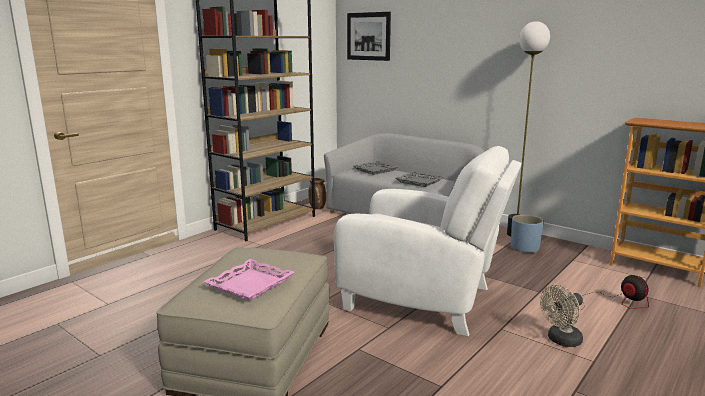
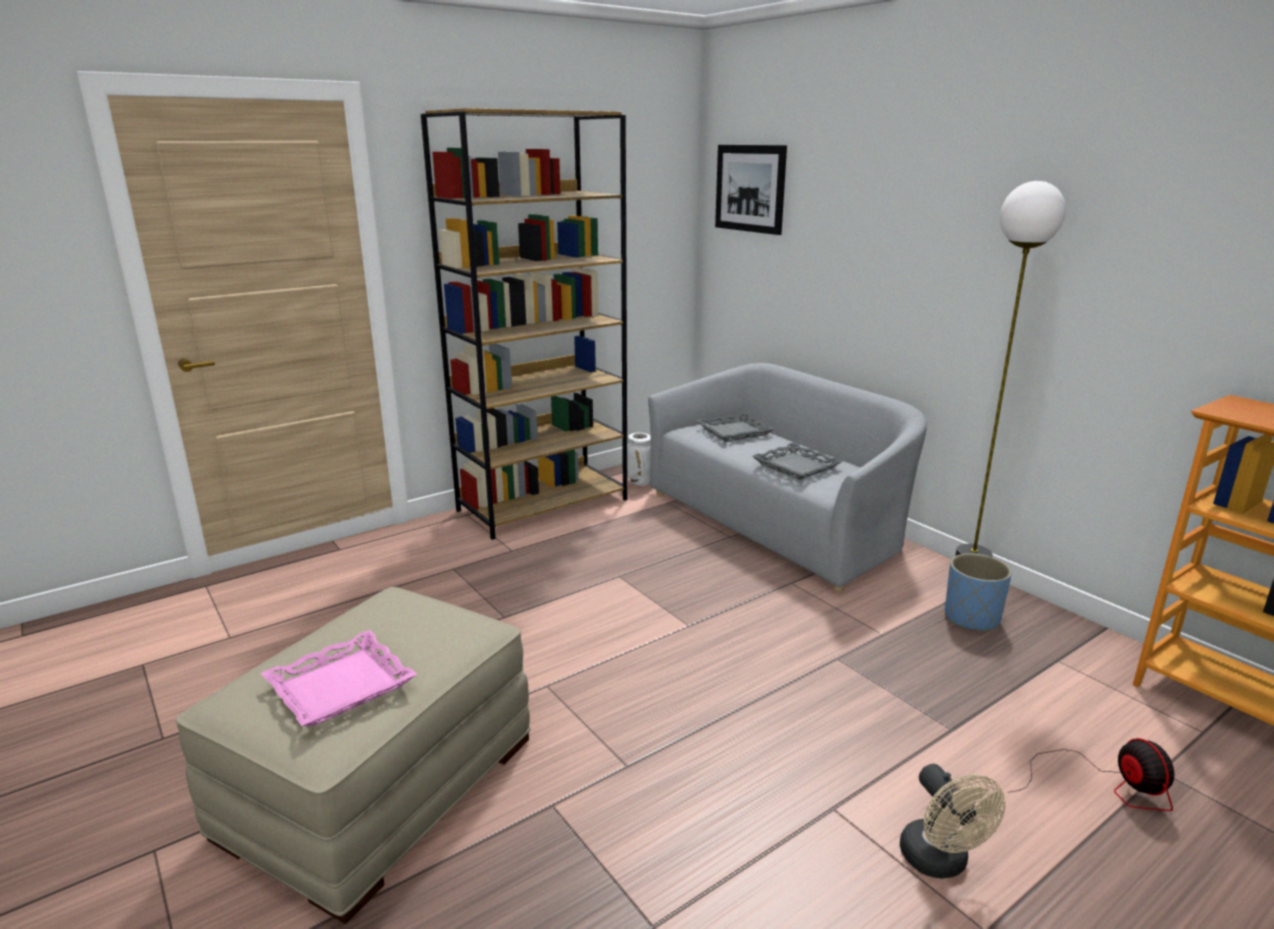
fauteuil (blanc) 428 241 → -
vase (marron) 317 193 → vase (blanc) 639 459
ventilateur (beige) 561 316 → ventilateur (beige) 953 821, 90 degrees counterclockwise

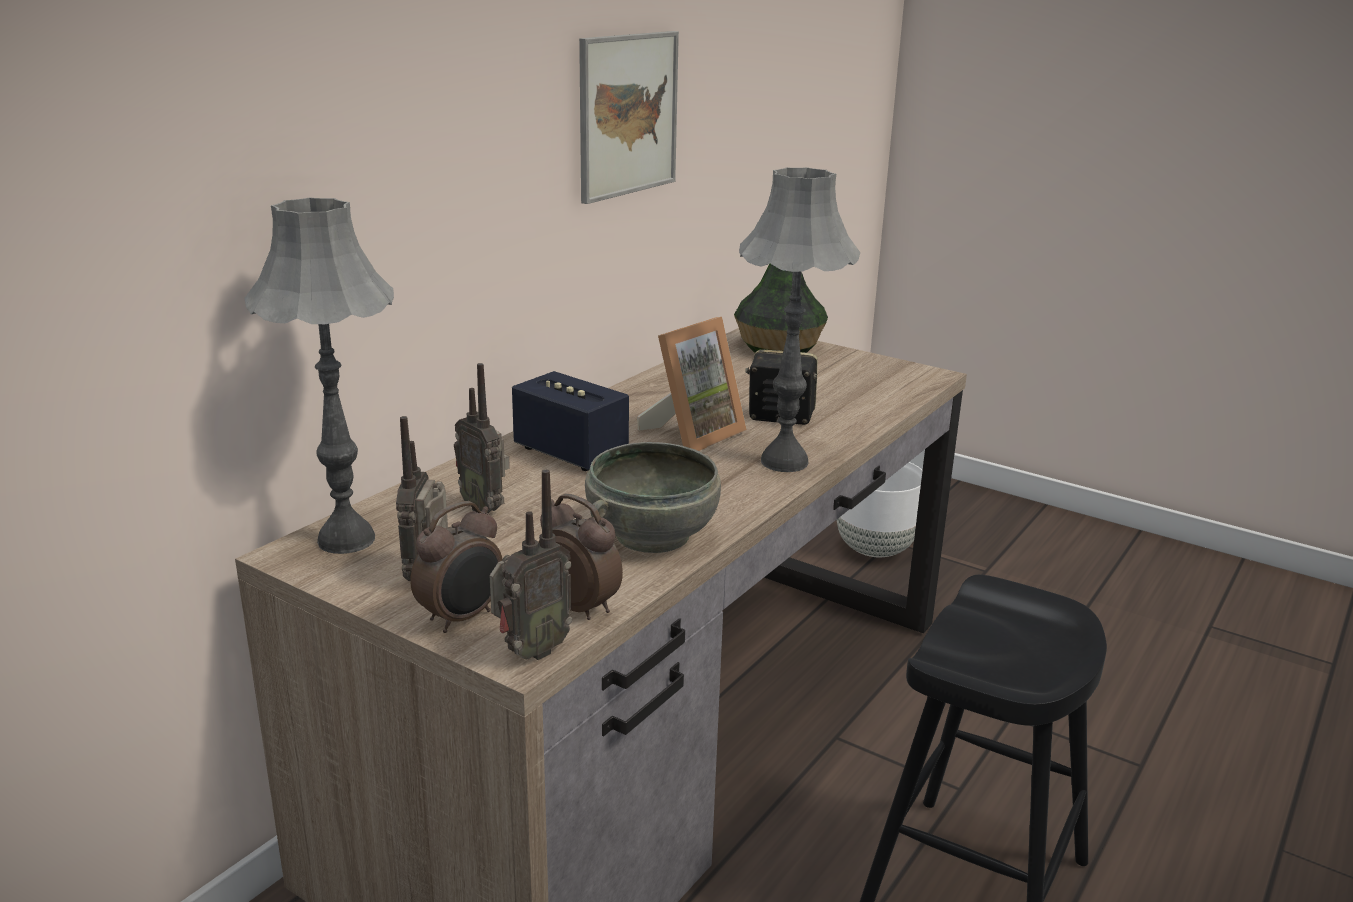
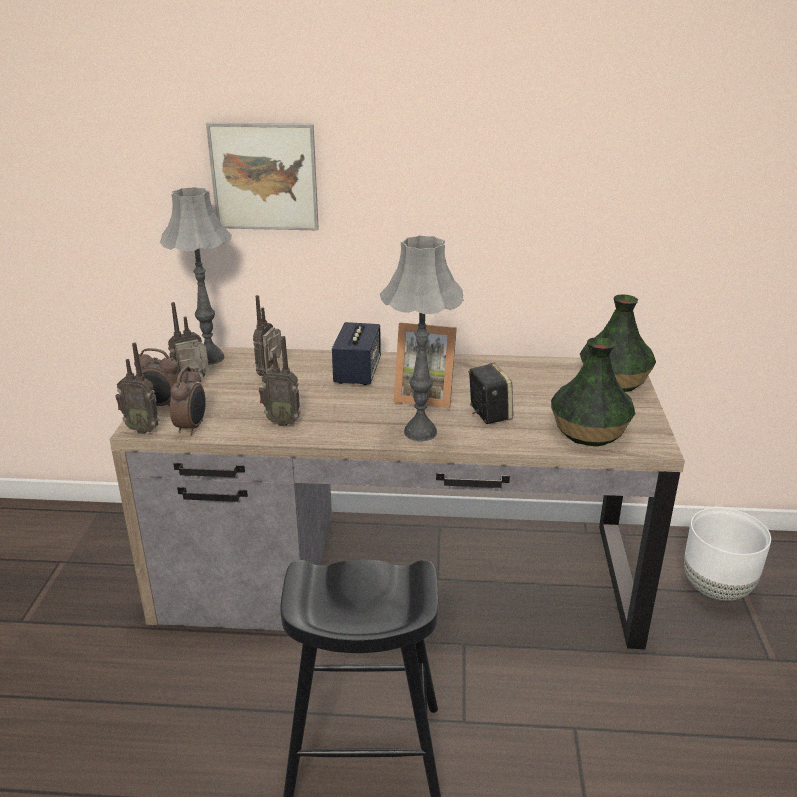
- → vase 593 392
tableau 629 117 → tableau 262 176, relocated
bol (gris) 653 497 → radio 280 381

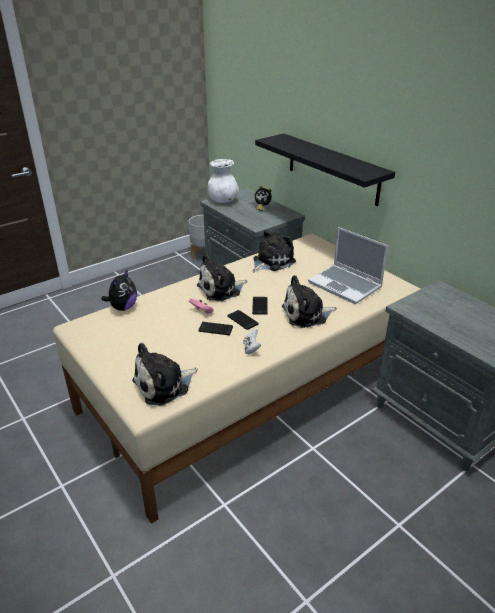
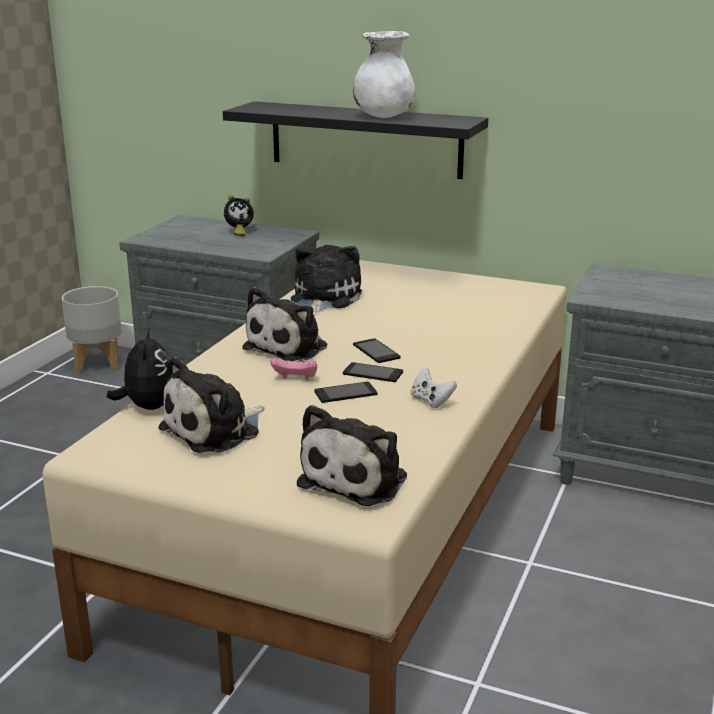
ordinateur portable 348 265 → -
vase (blanc) 223 181 → vase (blanc) 384 74, relocated
peluche 309 301 → peluche 211 405, relocated

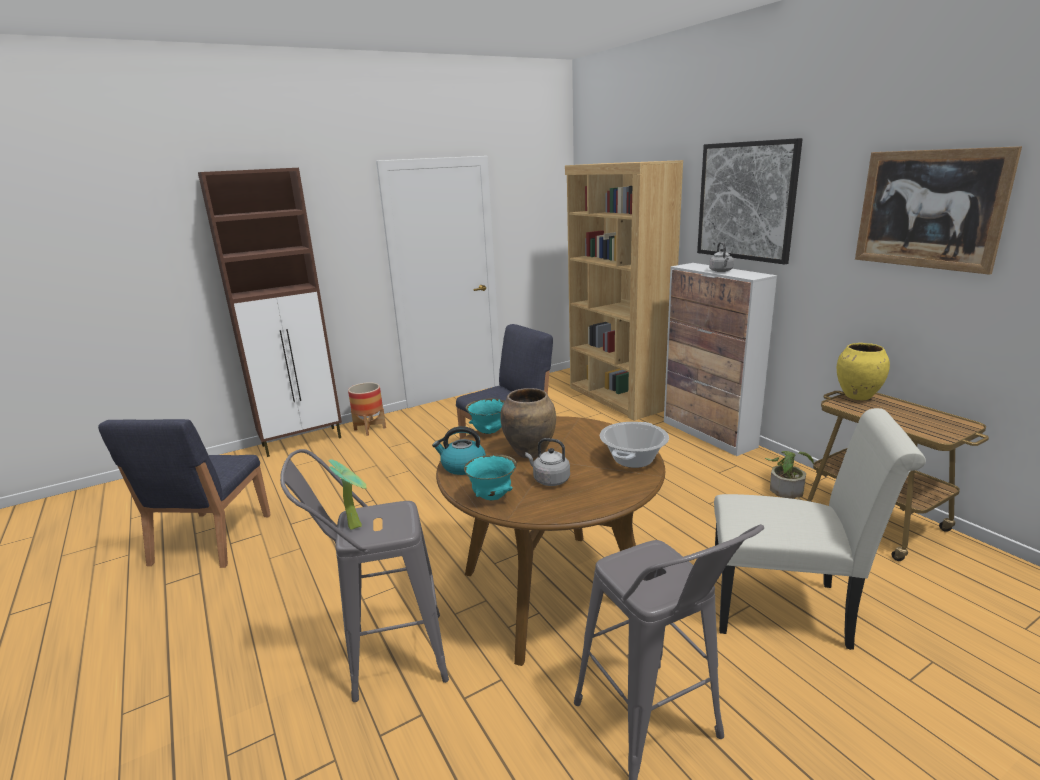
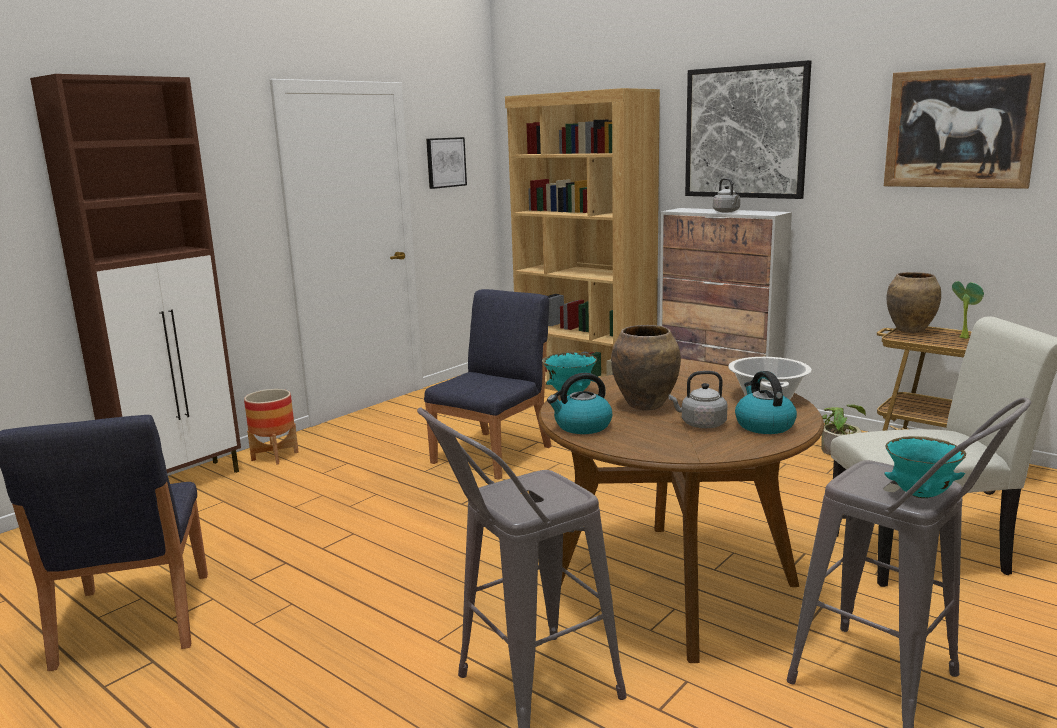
- → tableau 446 163
- → bouilloire 766 402
plante en pot 347 494 → plante en pot 968 310, relocated
bol (turquoise) 490 477 → bol (turquoise) 925 467, relocated
vase (jaune) 863 371 → vase (marron) 913 302

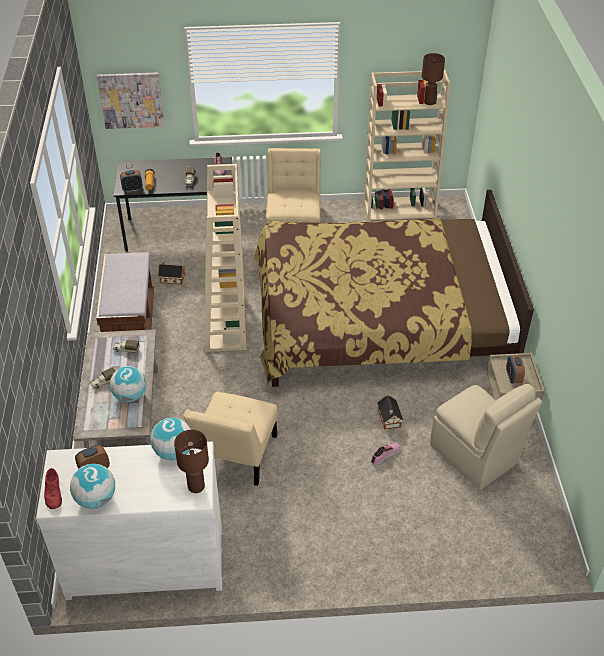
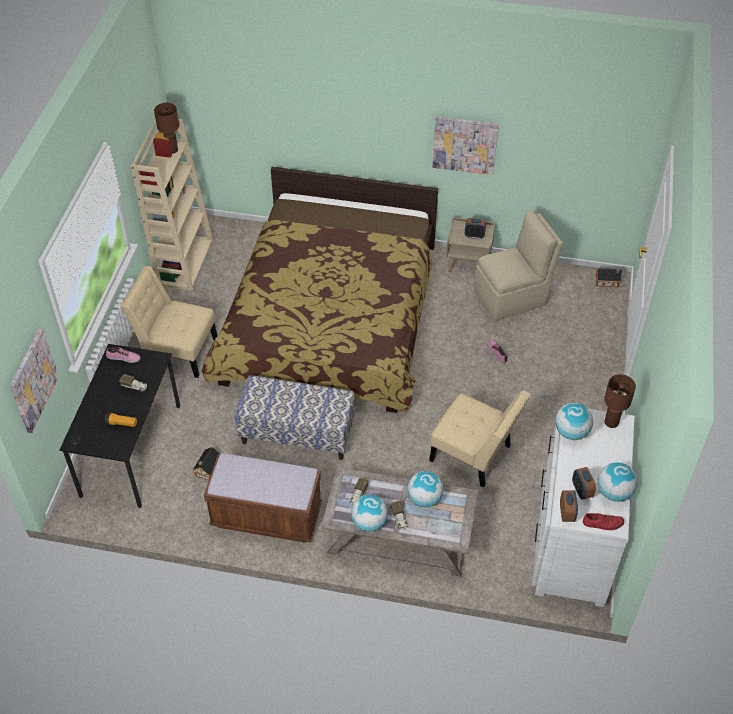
- → globe 369 513
- → tableau 466 145
réveil 131 181 → réveil 569 506, relocated
maison miniature 390 412 → maison miniature 608 277, relocated
bibliothèque (beige) 225 258 → banc 295 417

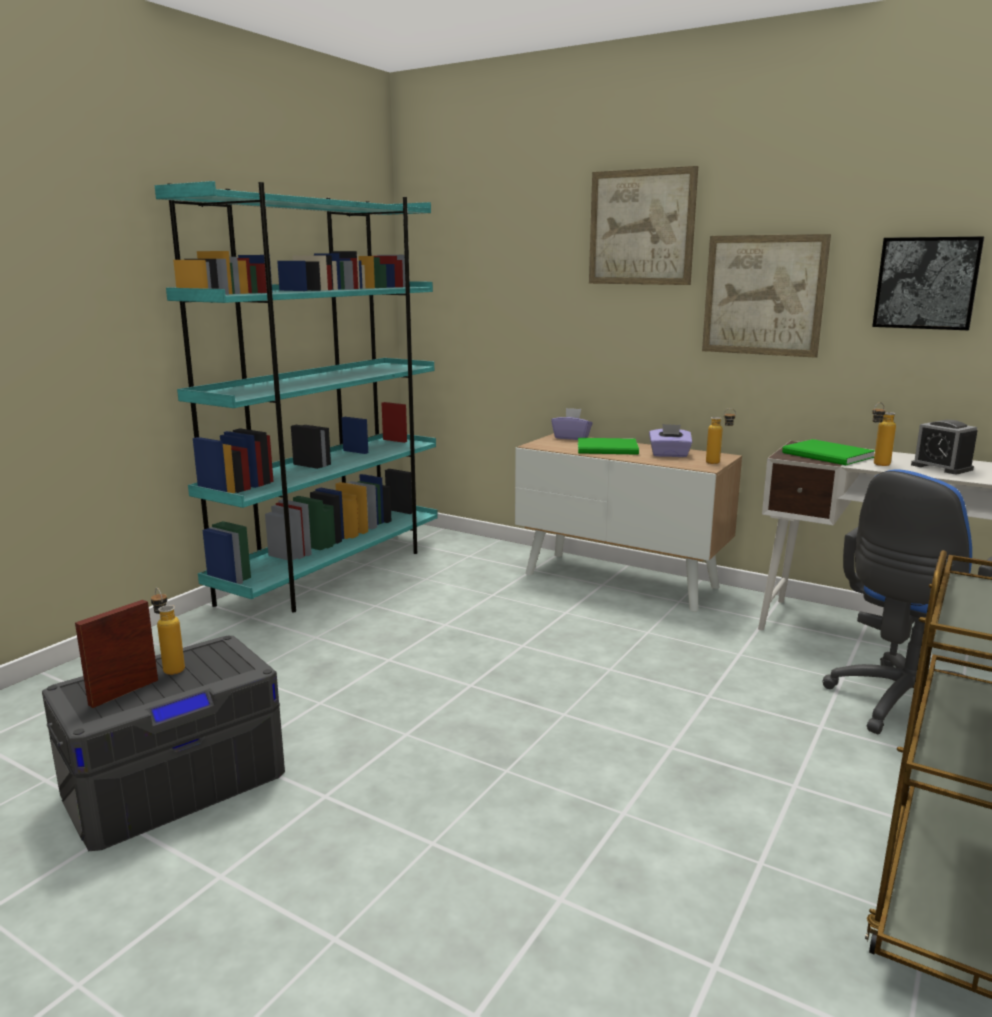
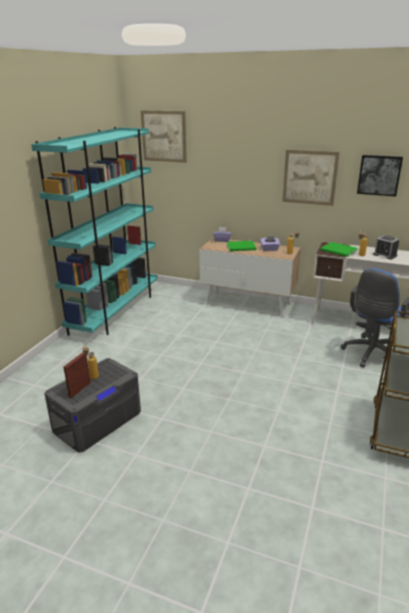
tableau 643 225 → tableau 164 136, relocated

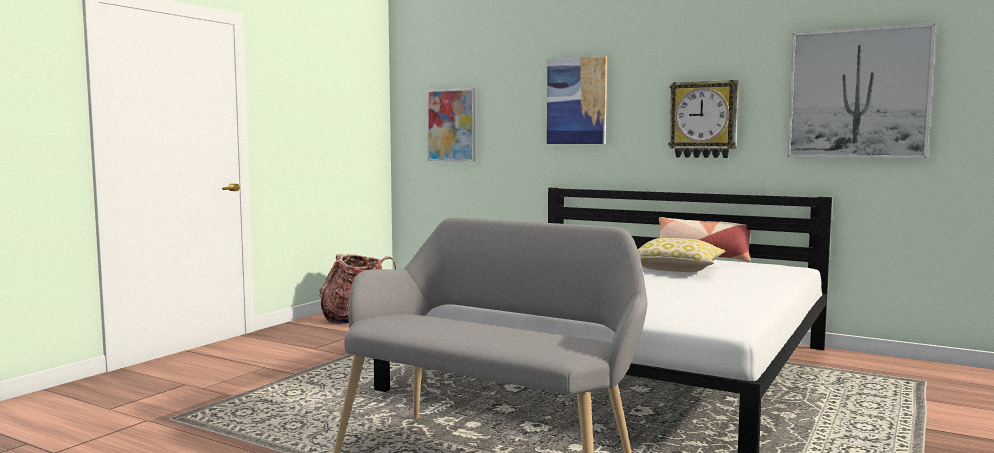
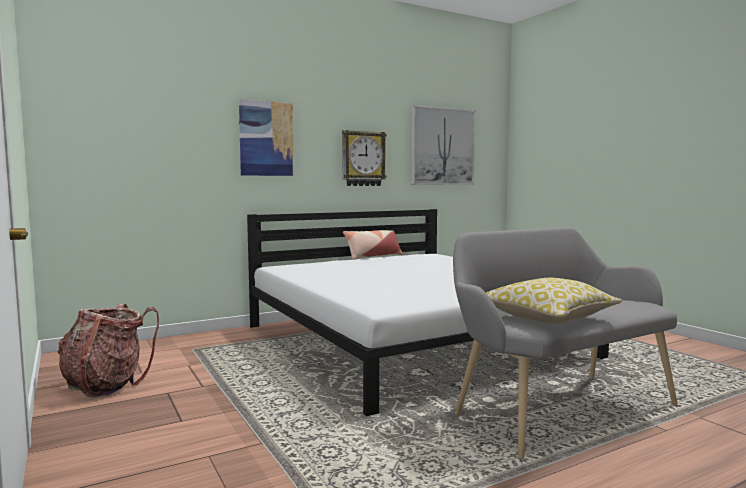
tableau 451 125 → -
coussin 681 255 → coussin 554 300, relocated

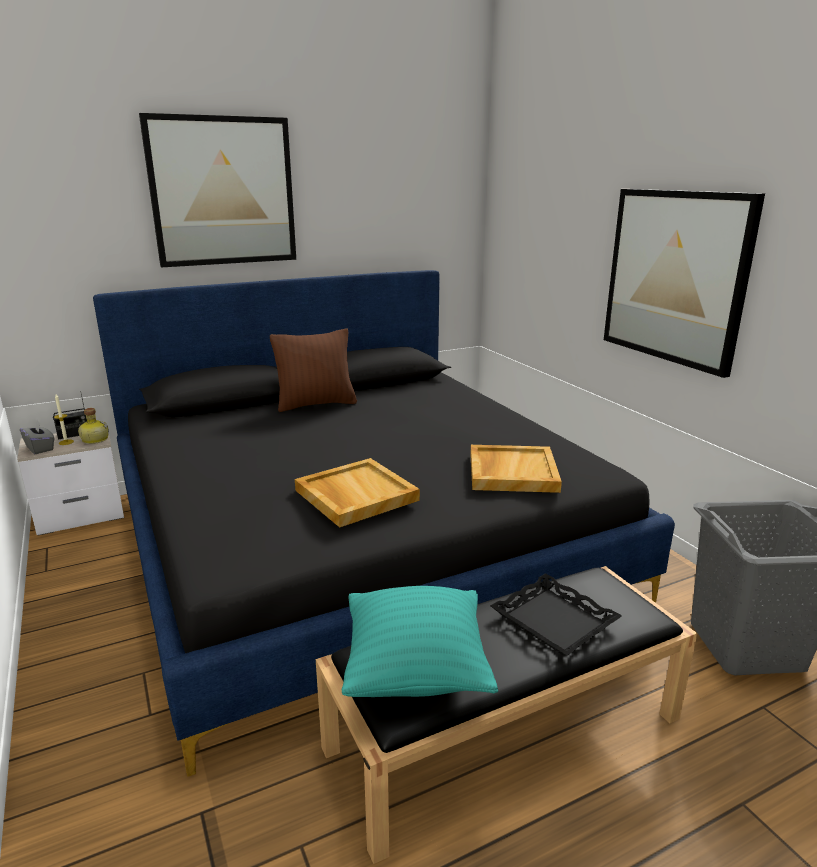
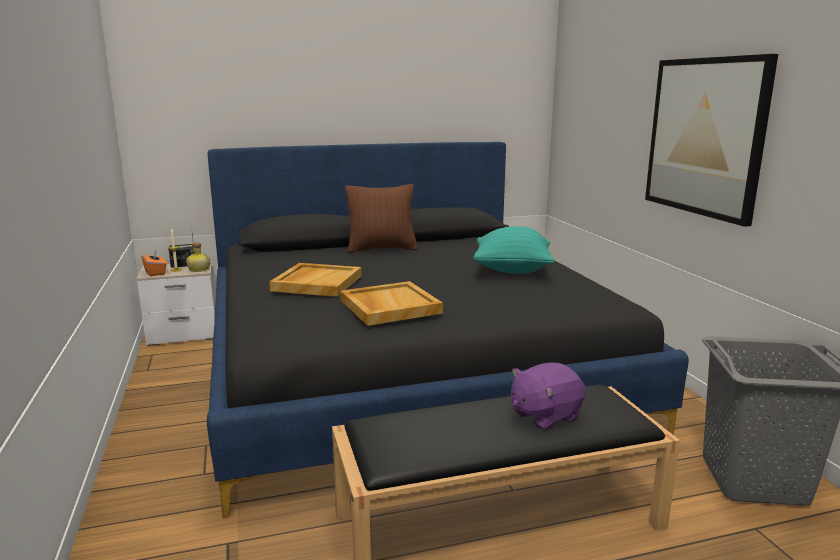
tableau 217 190 → -
coussin (turquoise) 420 641 → coussin (turquoise) 513 250, relocated
plateau (beige) 516 469 → plateau (beige) 315 280, relocated
plateau (noir) 556 614 → peluche (violet) 548 397
boîte à mouchoirs (gris) 37 437 → boîte à mouchoirs (orange) 154 262

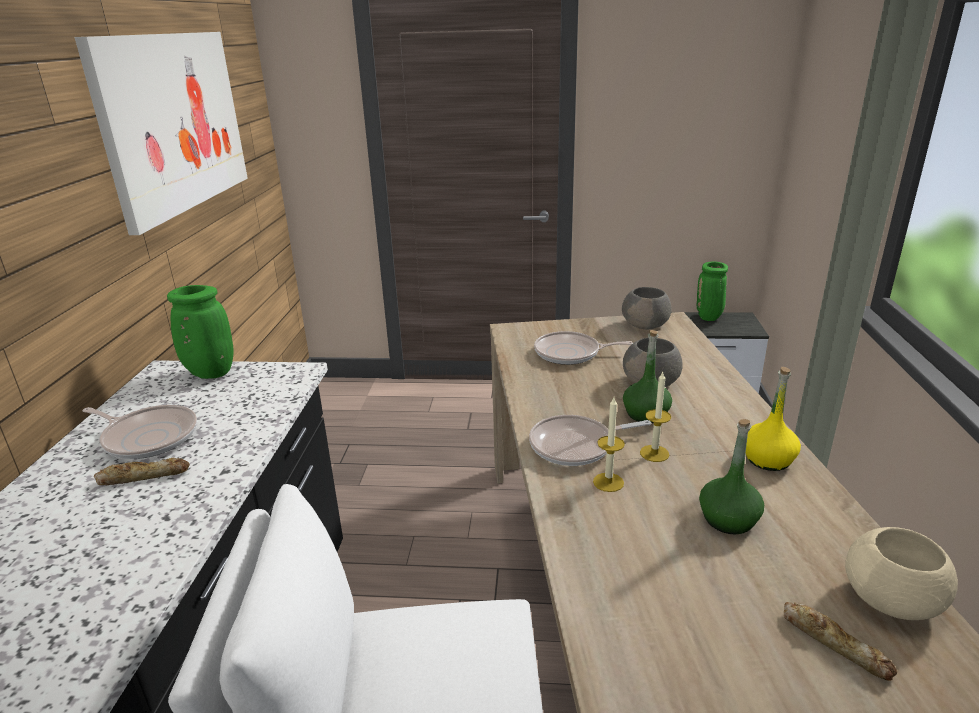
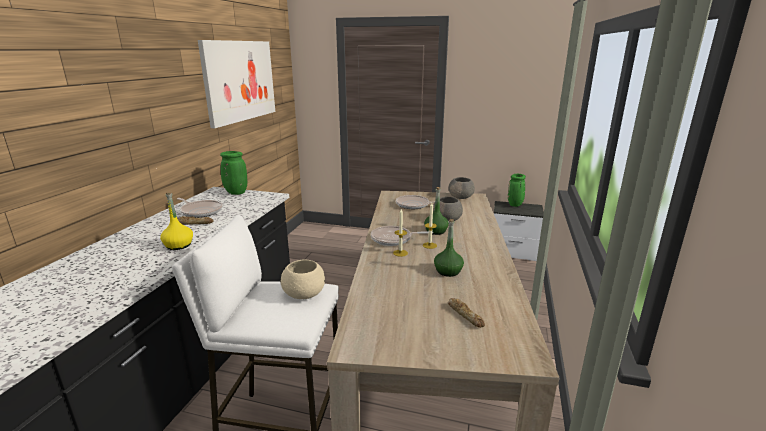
bouteille (jaune) 773 419 → bouteille (jaune) 176 220, relocated
bol (beige) 901 573 → bol (beige) 303 279, relocated

